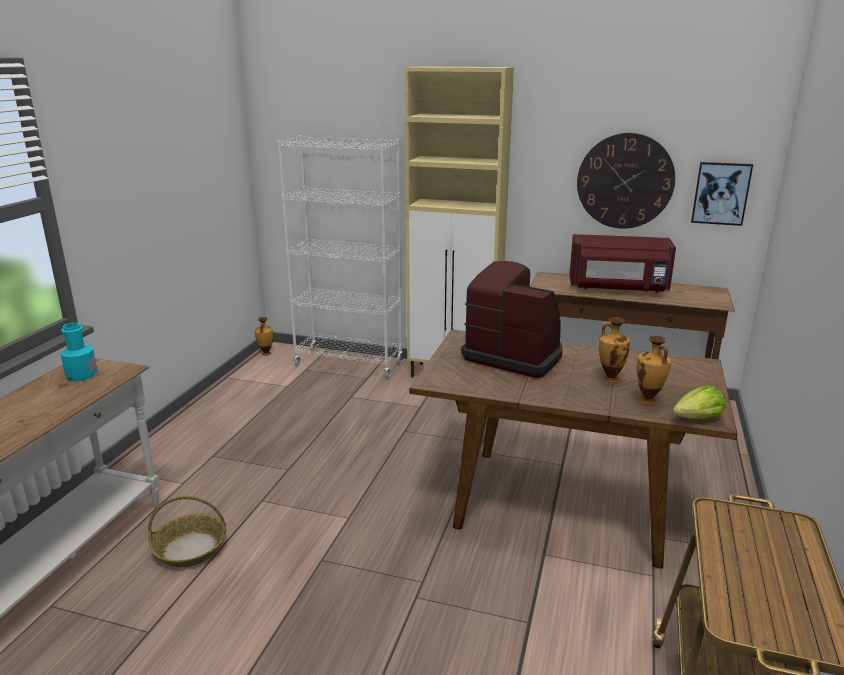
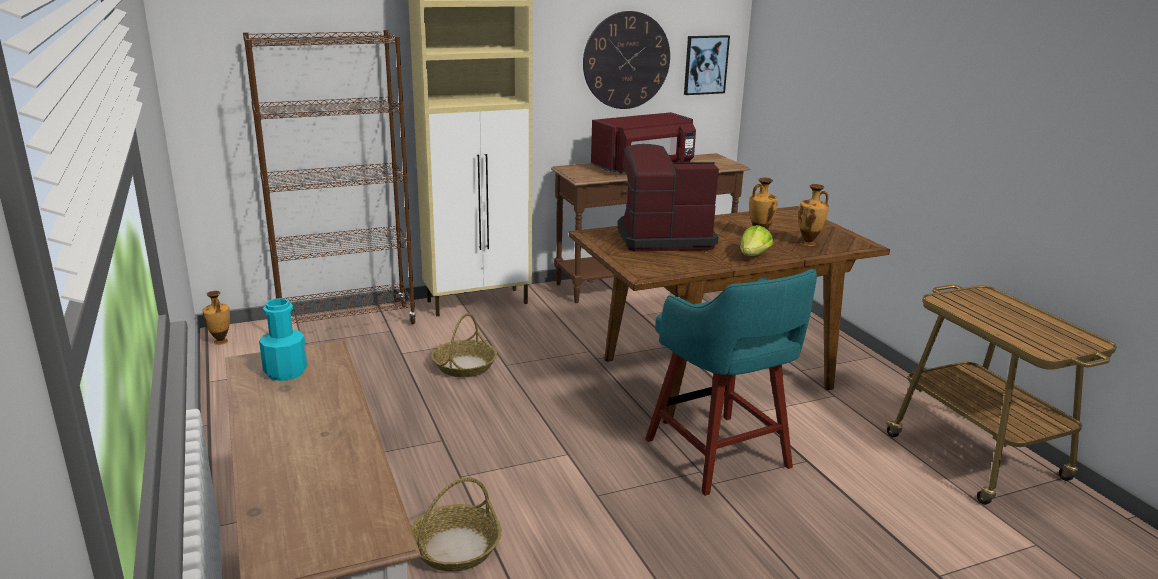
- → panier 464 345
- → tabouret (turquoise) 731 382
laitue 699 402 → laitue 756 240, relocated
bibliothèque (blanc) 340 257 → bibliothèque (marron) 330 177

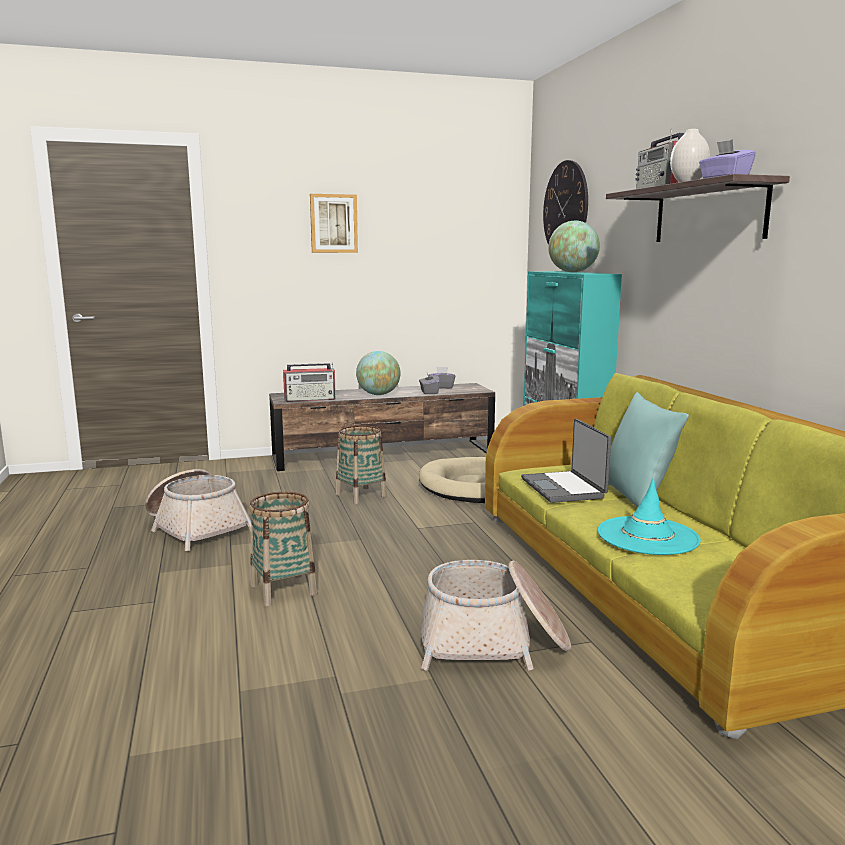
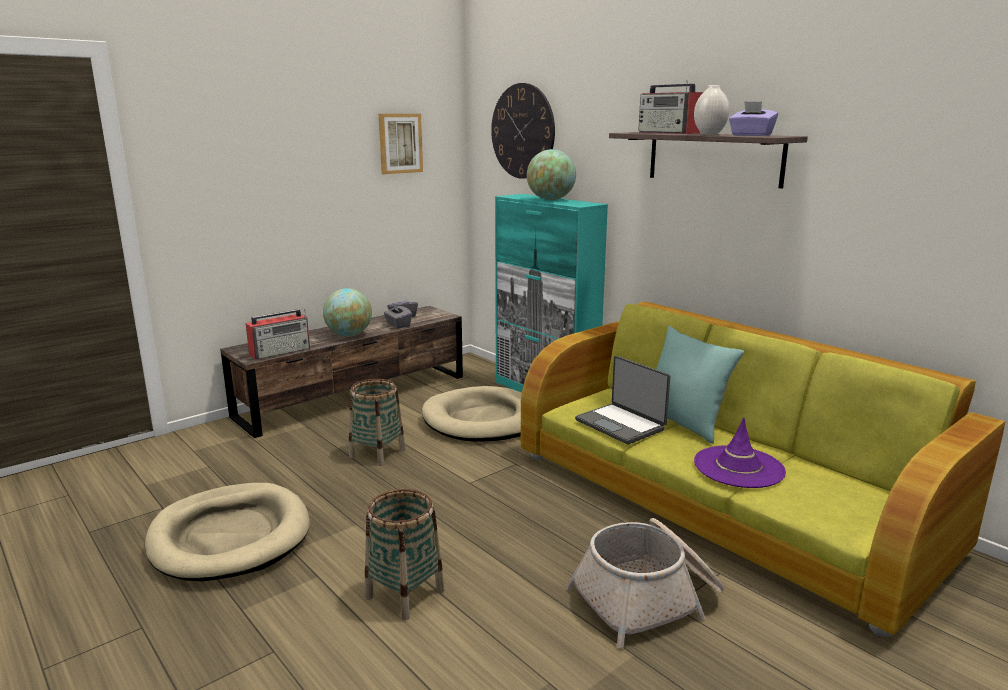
tableau 334 223 → tableau 401 144, relocated
panier 198 510 → panier pour chien (beige) 227 532
chapeau (turquoise) 649 516 → chapeau (violet) 740 452

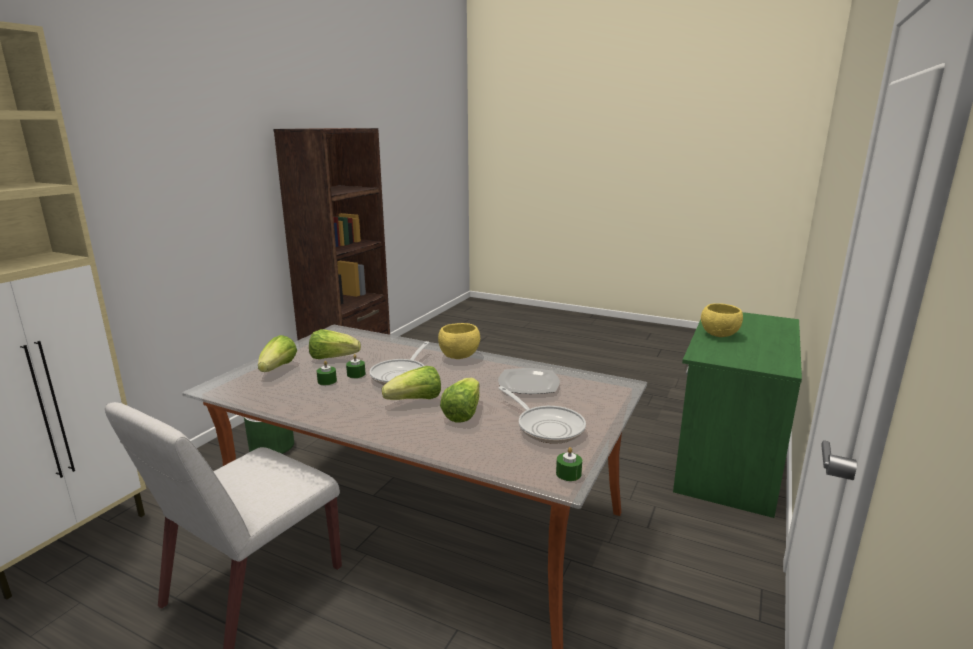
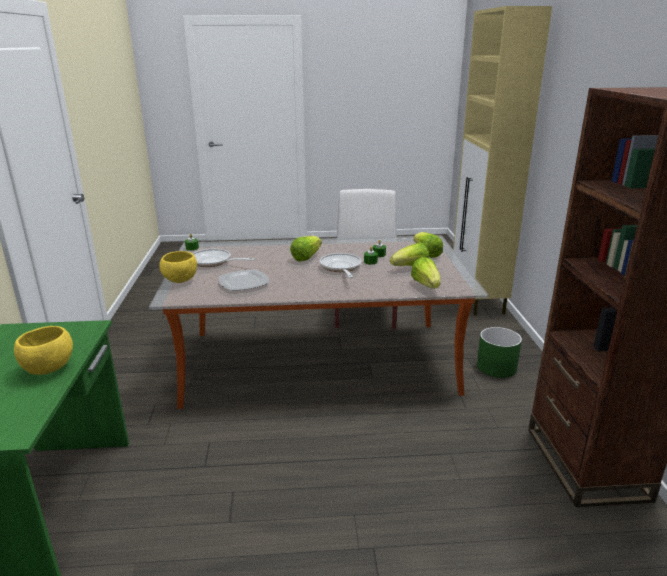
bol (jaune) 459 341 → bol (jaune) 178 267, relocated
laitue 460 400 → laitue 426 273, relocated

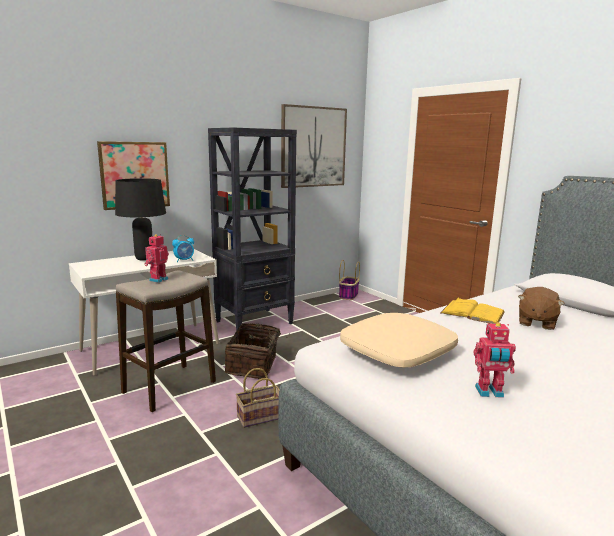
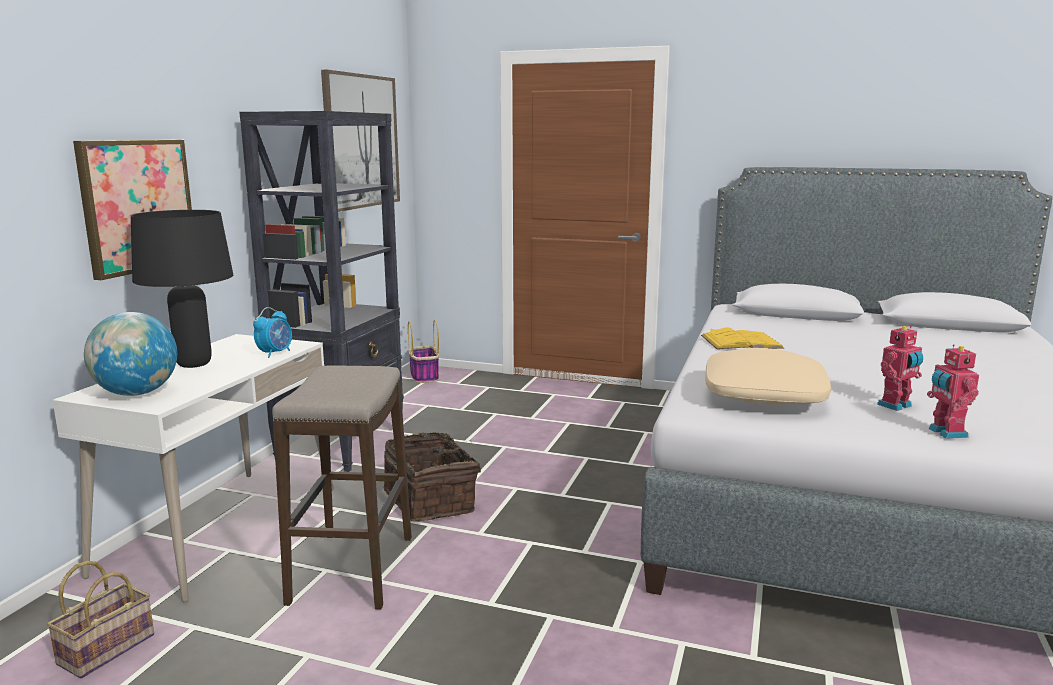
peluche (marron) 541 308 → -
- → globe 130 354
robot jouet 156 258 → robot jouet 953 391, relocated
panier 257 398 → panier 100 620, relocated

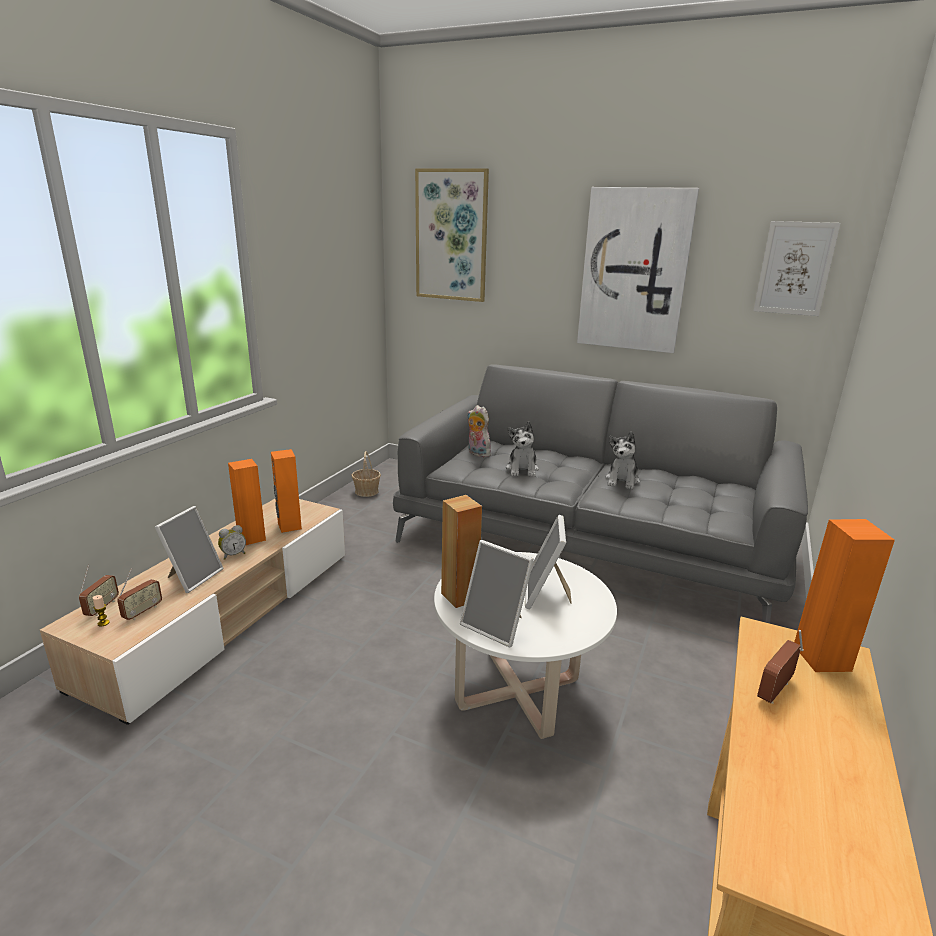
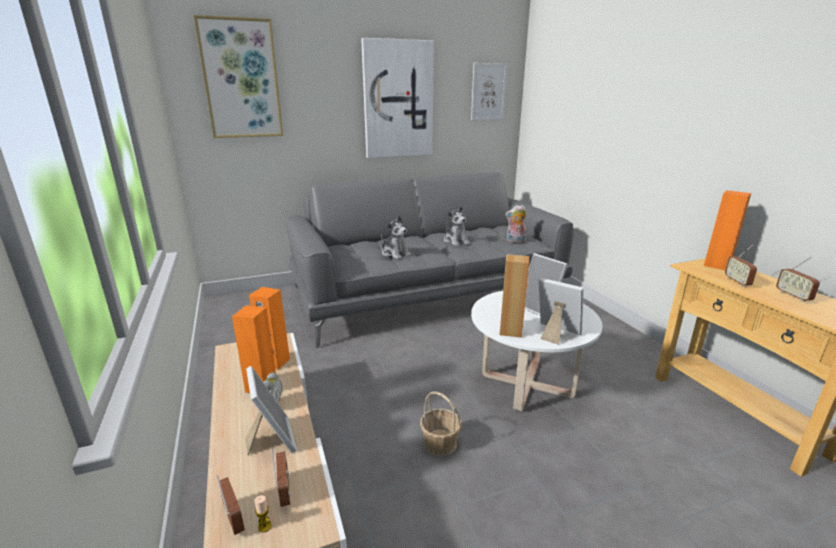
- → radio 798 279
panier 366 474 → panier 441 424, relocated
peluche 479 431 → peluche 516 224, relocated
cadre photo 497 593 → cadre photo 561 311, 135 degrees counterclockwise

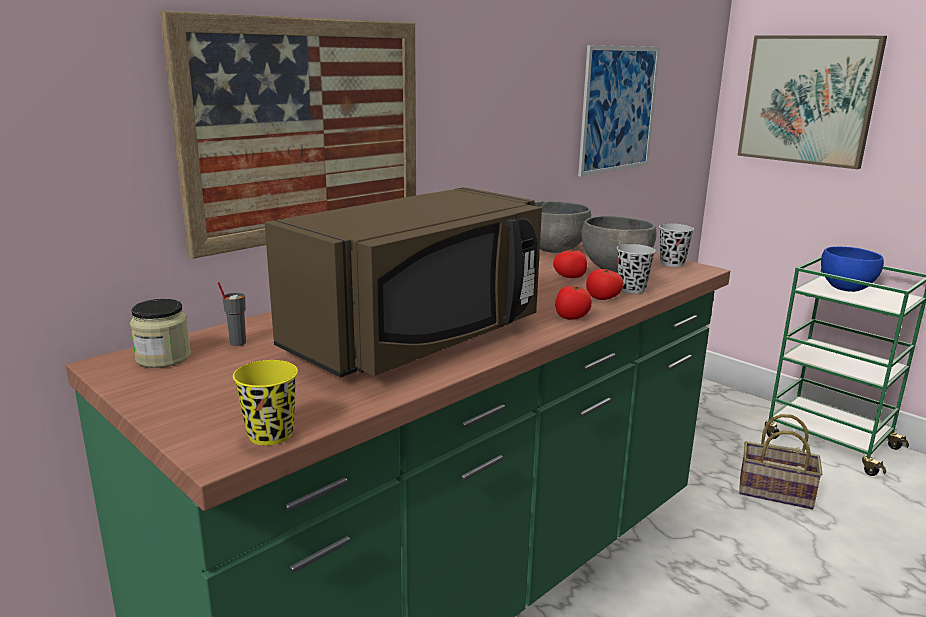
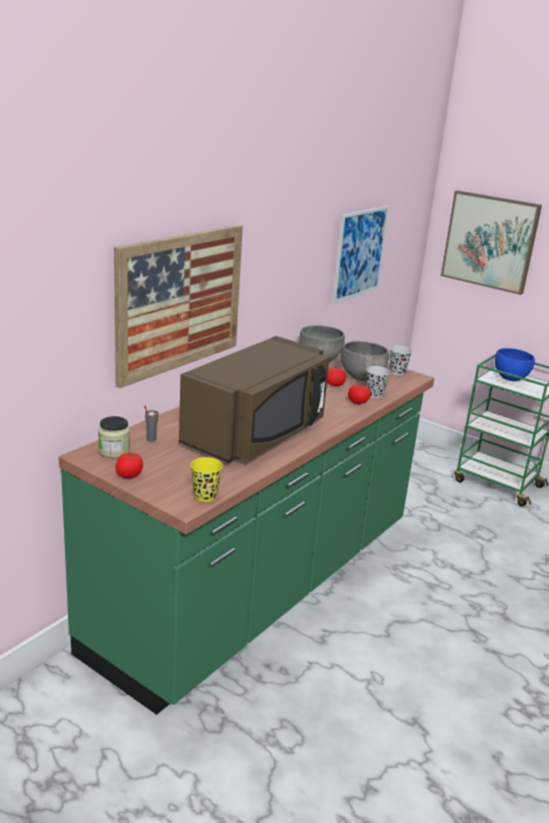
panier 780 461 → -
tomate 573 303 → tomate 129 465, relocated

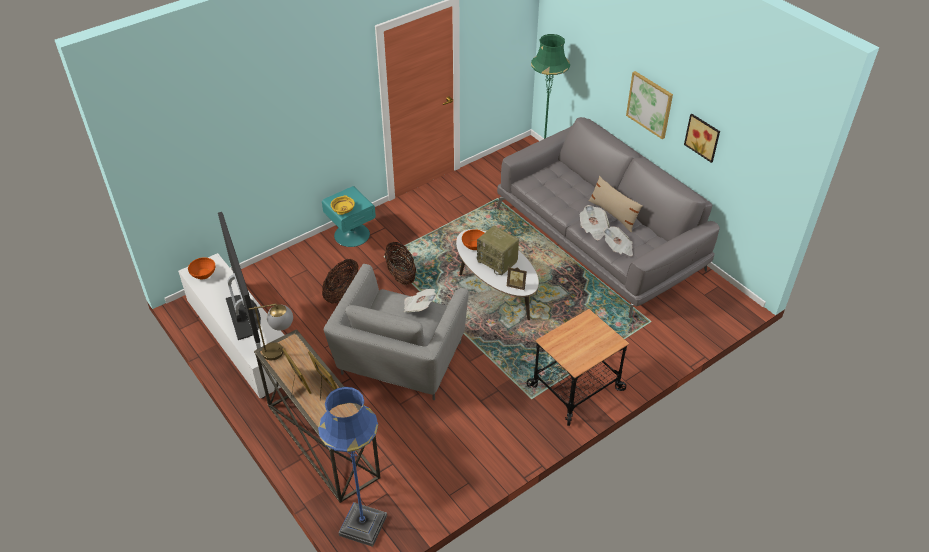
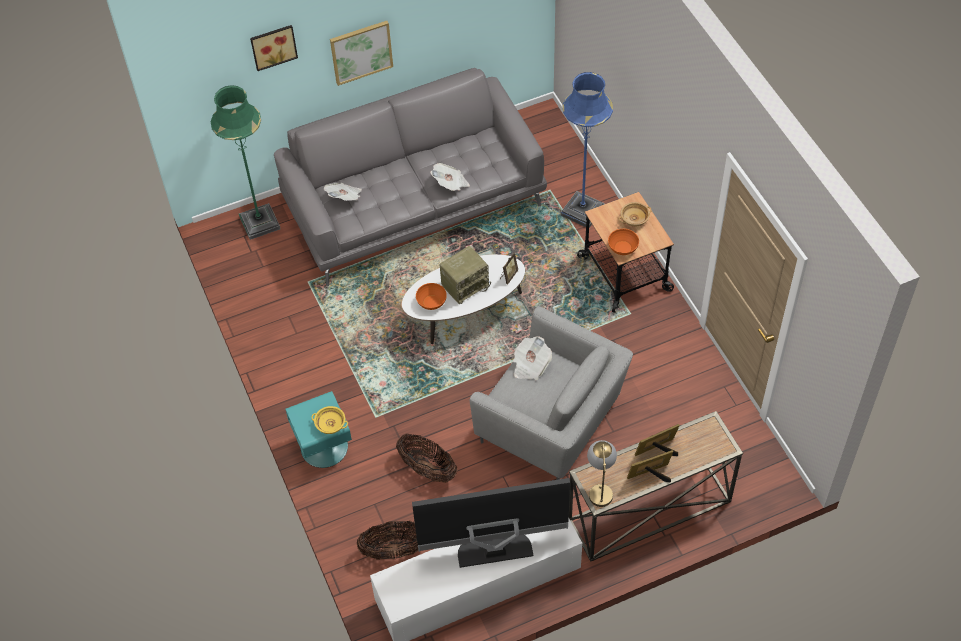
coussin (beige) 616 204 → -
- → bol (beige) 635 214
bol (orange) 201 268 → bol (orange) 623 242, relocated
lampadaire (bleu) 352 467 → lampadaire (bleu) 586 150, relocated
panier 400 263 → panier 387 540, relocated
journal 618 241 → journal 343 192, relocated
tableau 702 138 → tableau 274 48, relocated

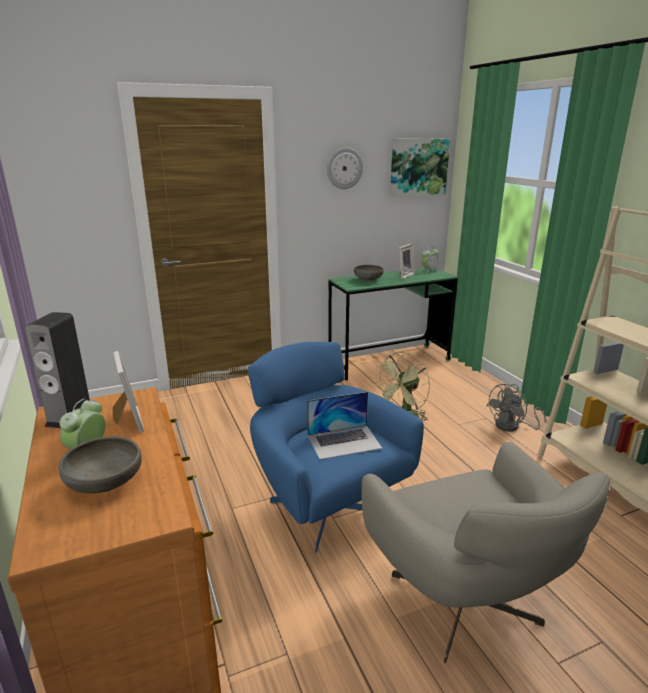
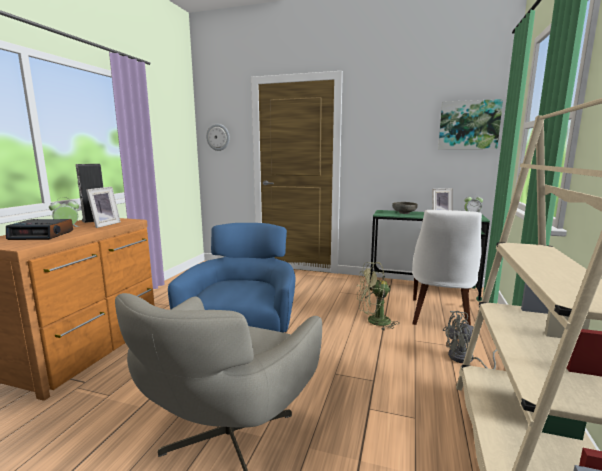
ordinateur portable 345 426 → -
- → chaise (blanc) 447 267
horloge murale 345 168 → horloge murale 218 137, relocated
bol (gris) 100 464 → réveil 39 229

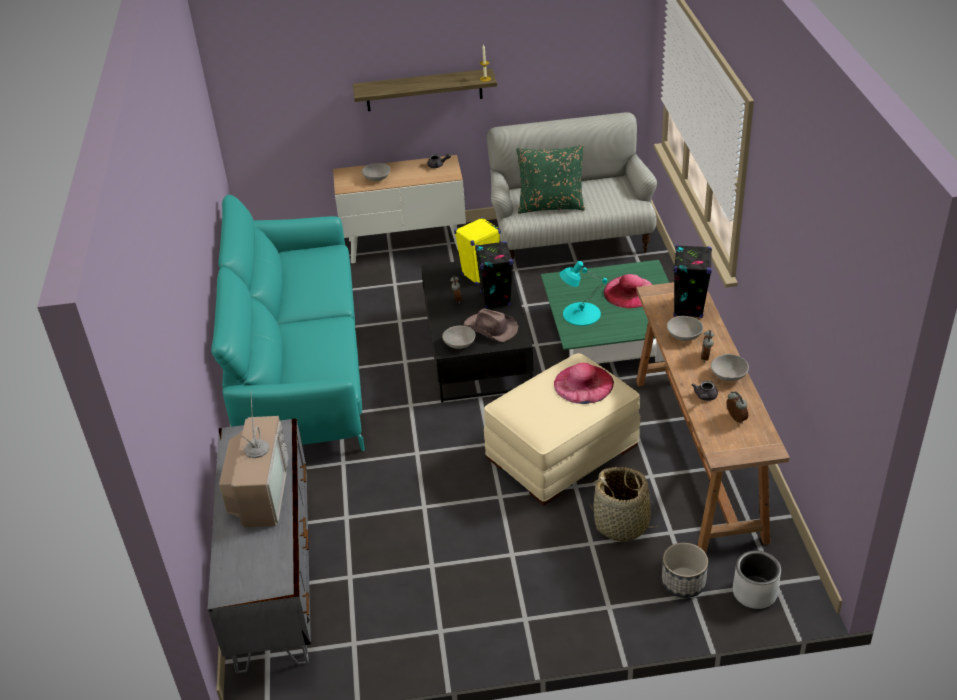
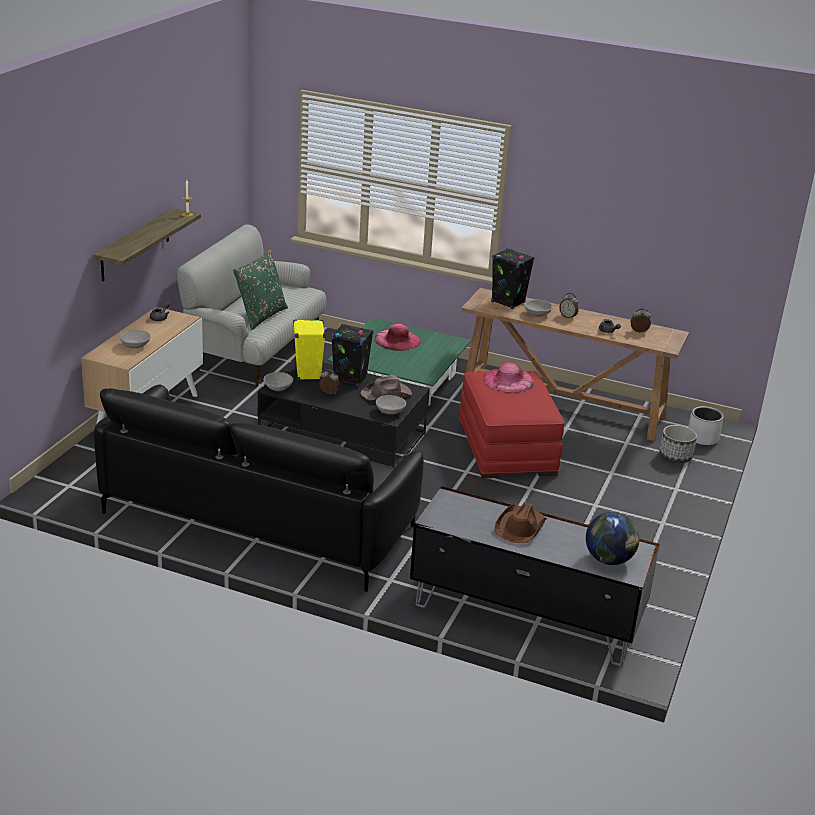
lampe de table (turquoise) 583 293 → -
panier 624 504 → -
- → globe 612 538
bol (gris) 730 367 → bol (gris) 278 381, relocated
téléviseur 253 459 → chapeau (marron) 520 522
canapé (turquoise) 288 323 → canapé (noir) 259 488
pouf (beige) 562 429 → pouf (rouge) 511 424

